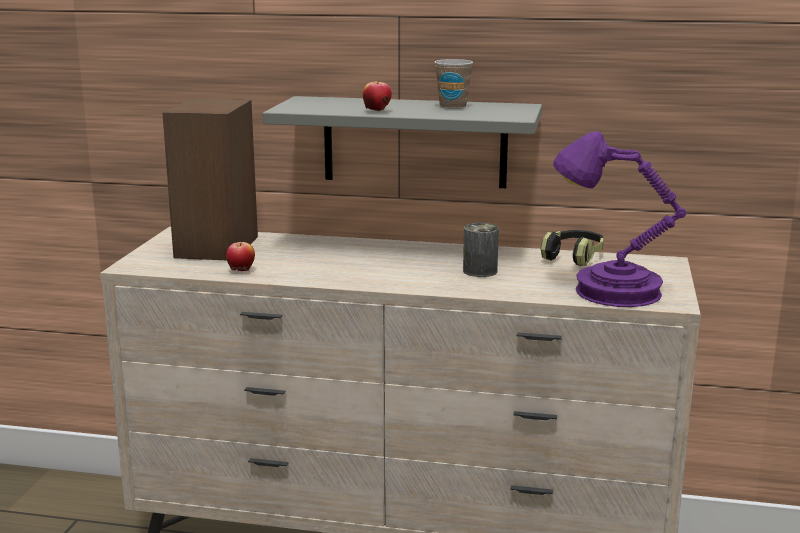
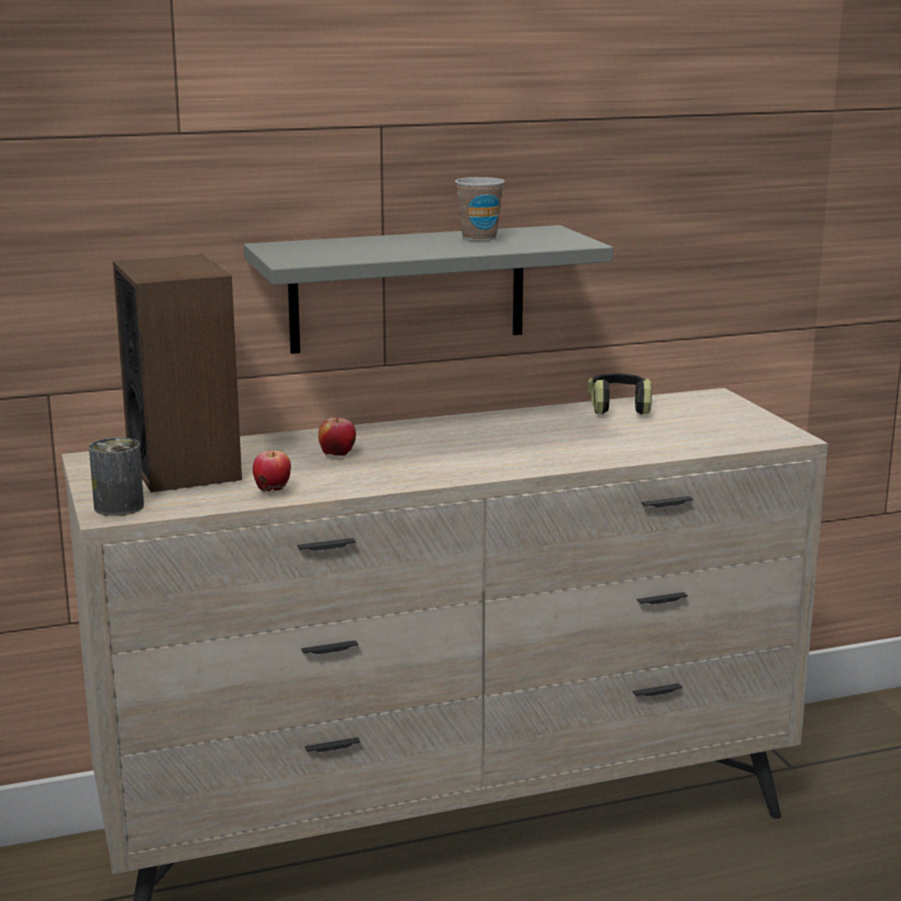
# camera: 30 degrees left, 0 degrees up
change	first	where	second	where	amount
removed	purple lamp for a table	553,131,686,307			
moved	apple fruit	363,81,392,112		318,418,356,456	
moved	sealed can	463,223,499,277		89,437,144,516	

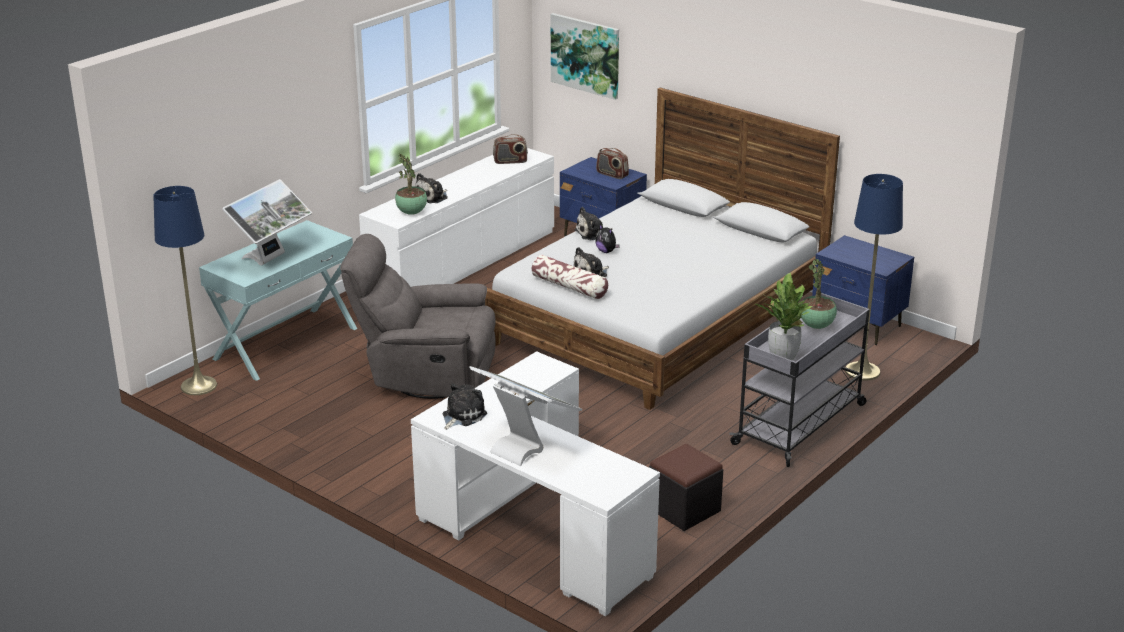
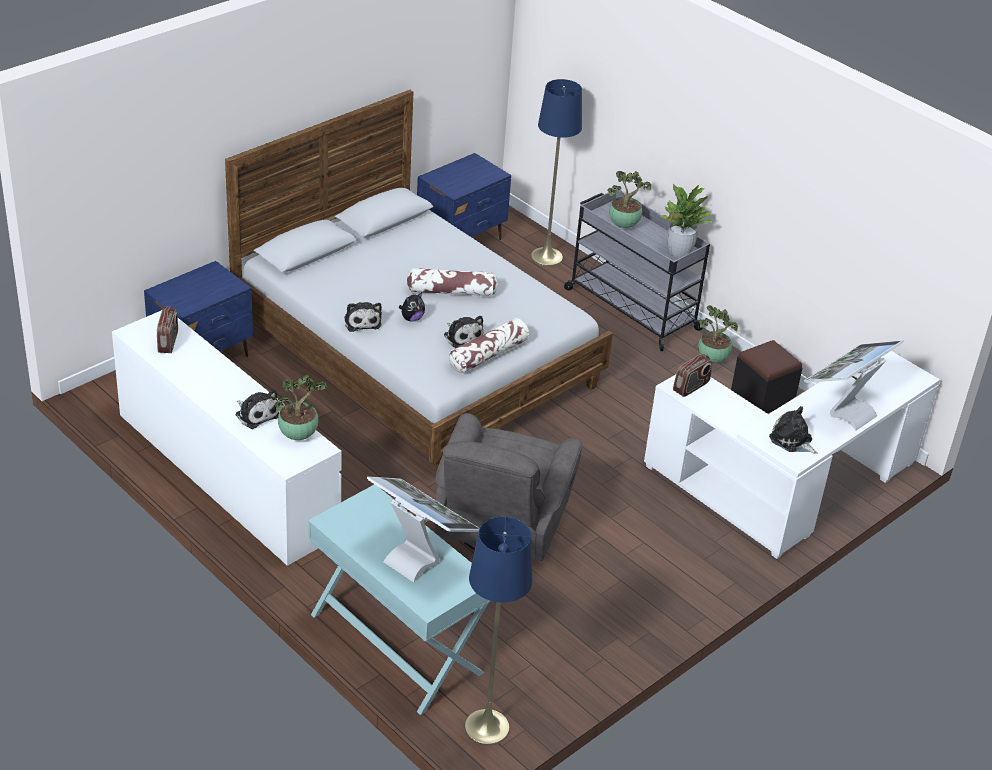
# camera: 85 degrees left, 10 degrees up
change	first	where	second	where	amount
removed	picture	551,13,619,100			
added			cushion	407,268,498,296	
added			houseplant	698,305,738,363	
moved	radio	596,148,629,179		673,354,712,397	

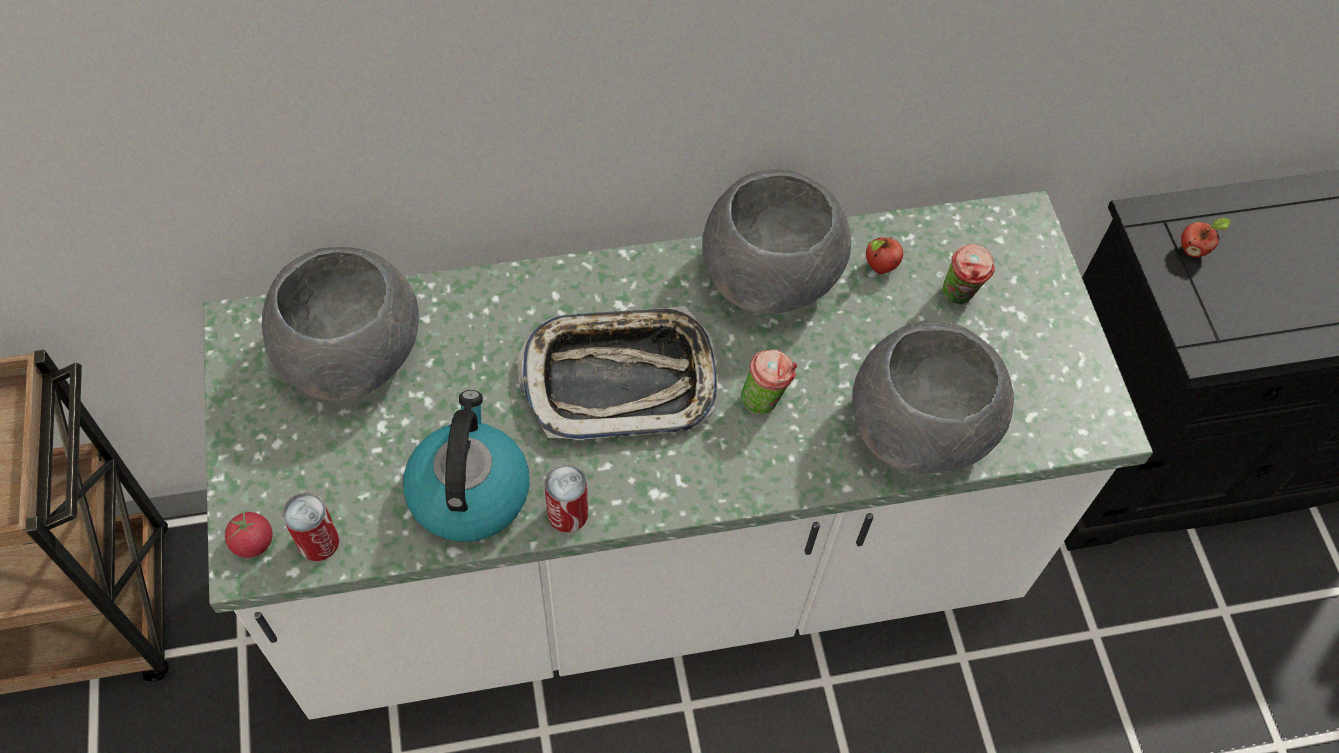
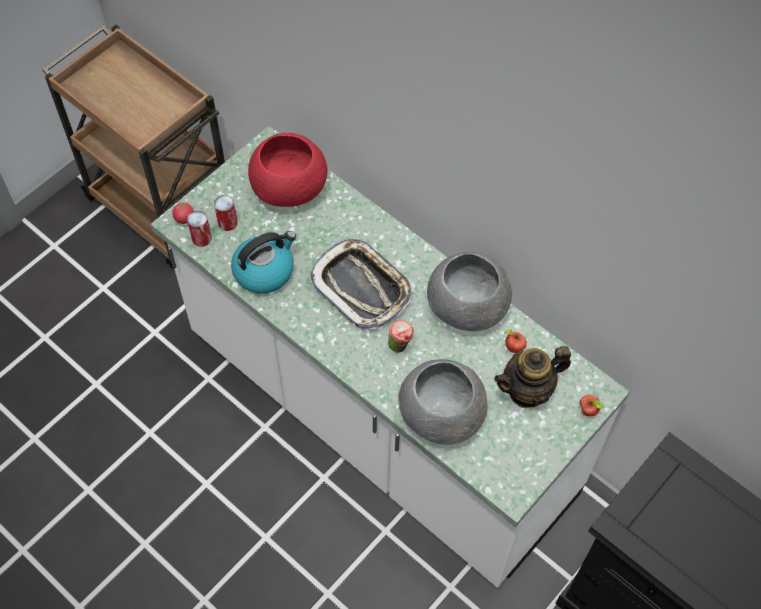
# camera: 55 degrees right, 0 degrees up
change	first	where	second	where	amount
moved	sealed can	545,464,588,533		214,195,238,231	
moved	apple fruit	1181,218,1231,258		580,395,604,416	
replaced	small cup	943,244,995,304	tea pot	494,346,571,408	
recoloured	greyish bowl	262,247,419,401	red bowl	248,133,327,207	

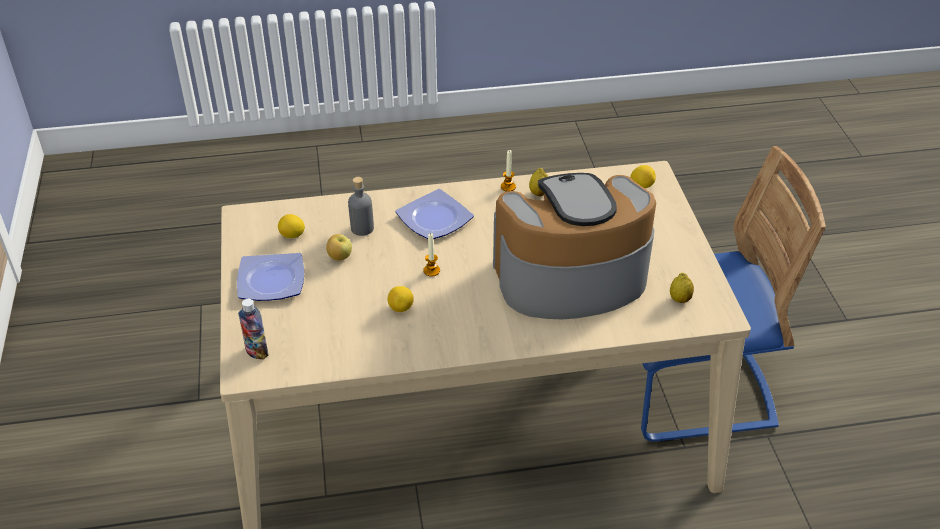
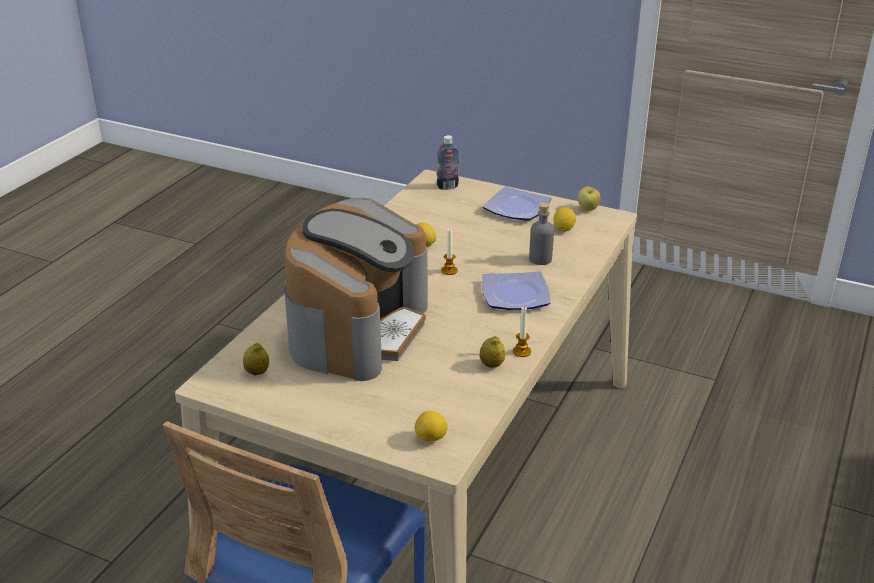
# camera: 125 degrees right, 10 degrees down
change	first	where	second	where	amount
moved	apple fruit	326,234,352,261		578,186,601,211	

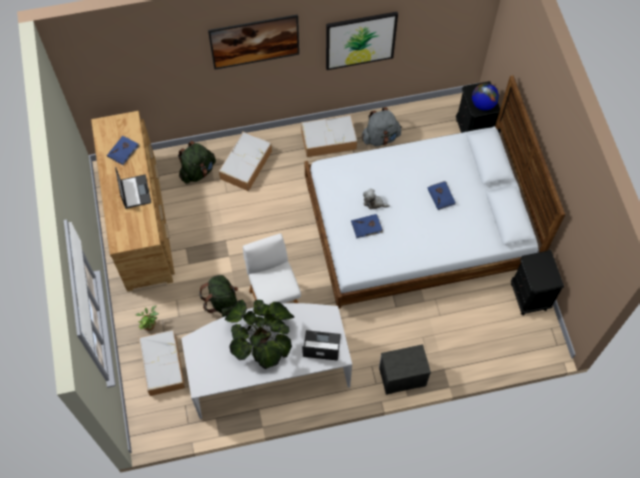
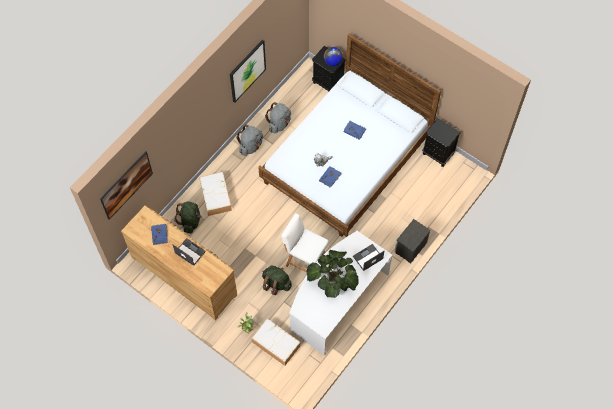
# camera: 40 degrees left, 0 degrees up
change	first	where	second	where	amount
moved	picture	208,14,299,70		100,151,153,220	
replaced	storage bin	301,115,357,157	greyish knapsack	237,125,263,156	

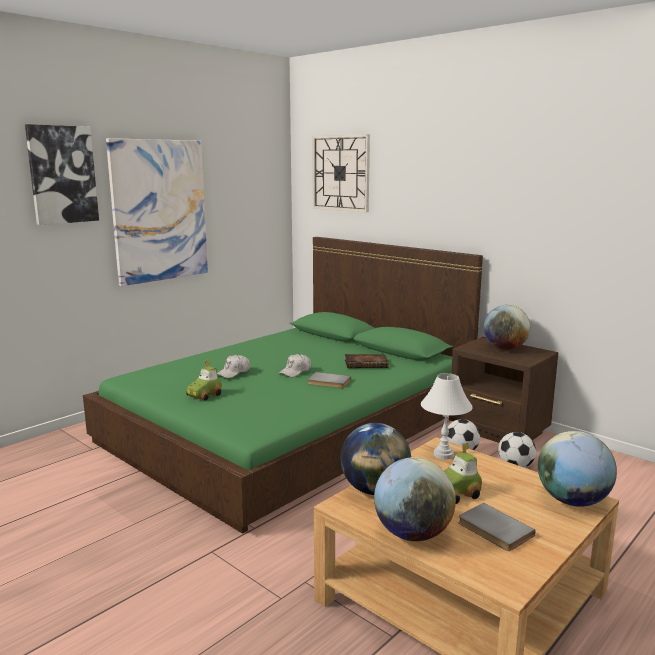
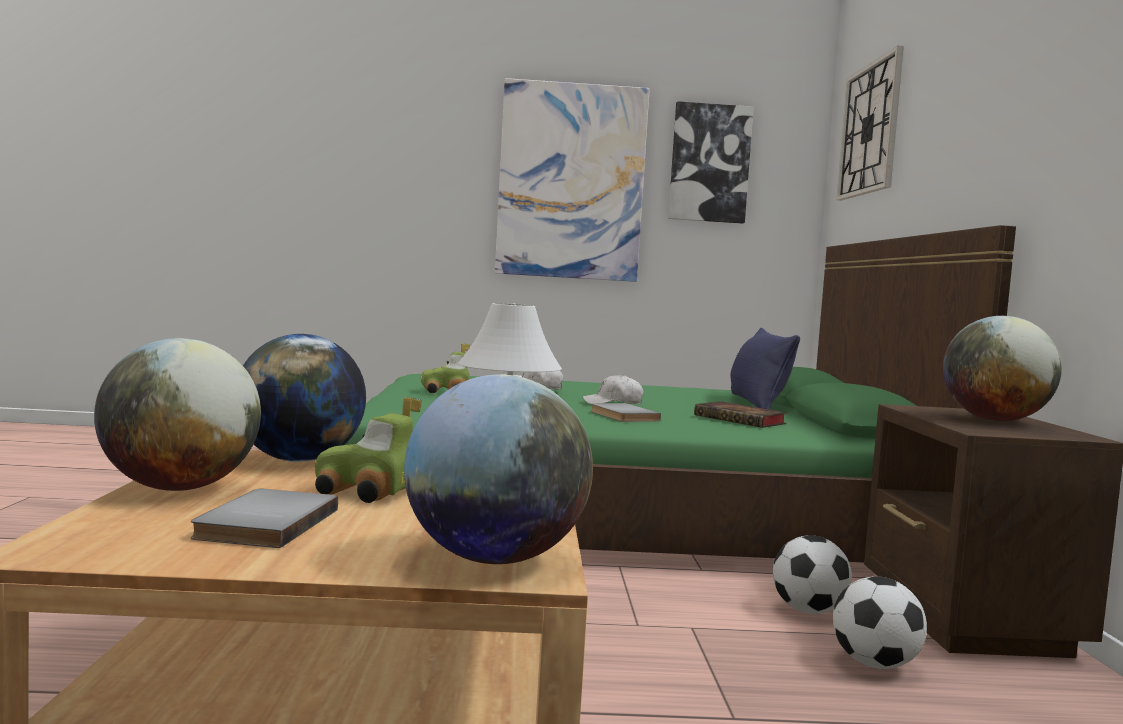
# camera: 45 degrees right, 10 degrees down
change	first	where	second	where	amount
added			blue-coloured cushion	730,328,800,409	
moved	picture	25,124,99,225		668,101,754,223	

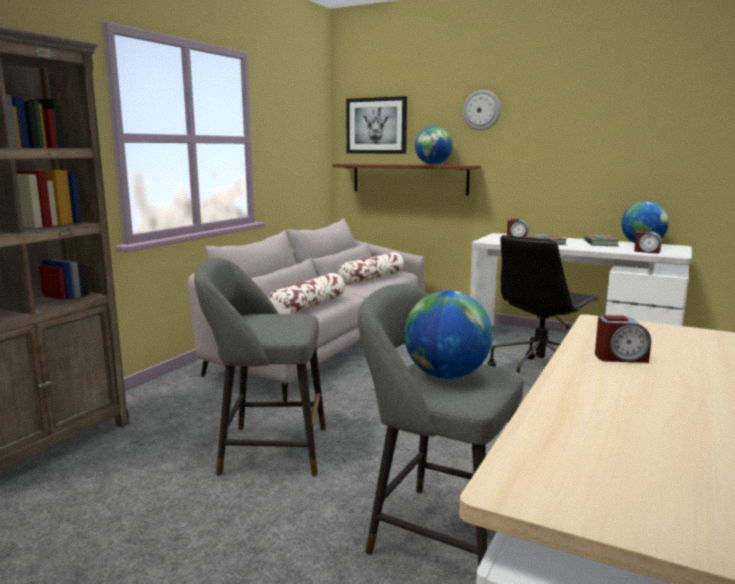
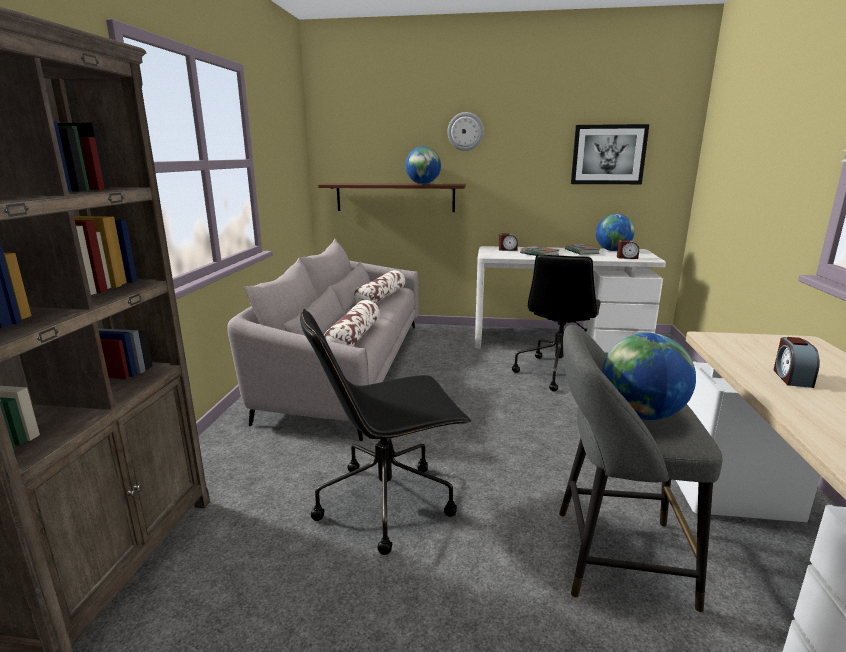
# camera: 20 degrees left, 5 degrees up
change	first	where	second	where	amount
moved	picture	346,96,407,154		571,124,649,184	
replaced	greyish sitting stool	194,258,326,477	black-coloured office chair	300,309,471,555	
turned	bedside clock	595,315,651,363		773,337,820,388	120 degrees clockwise

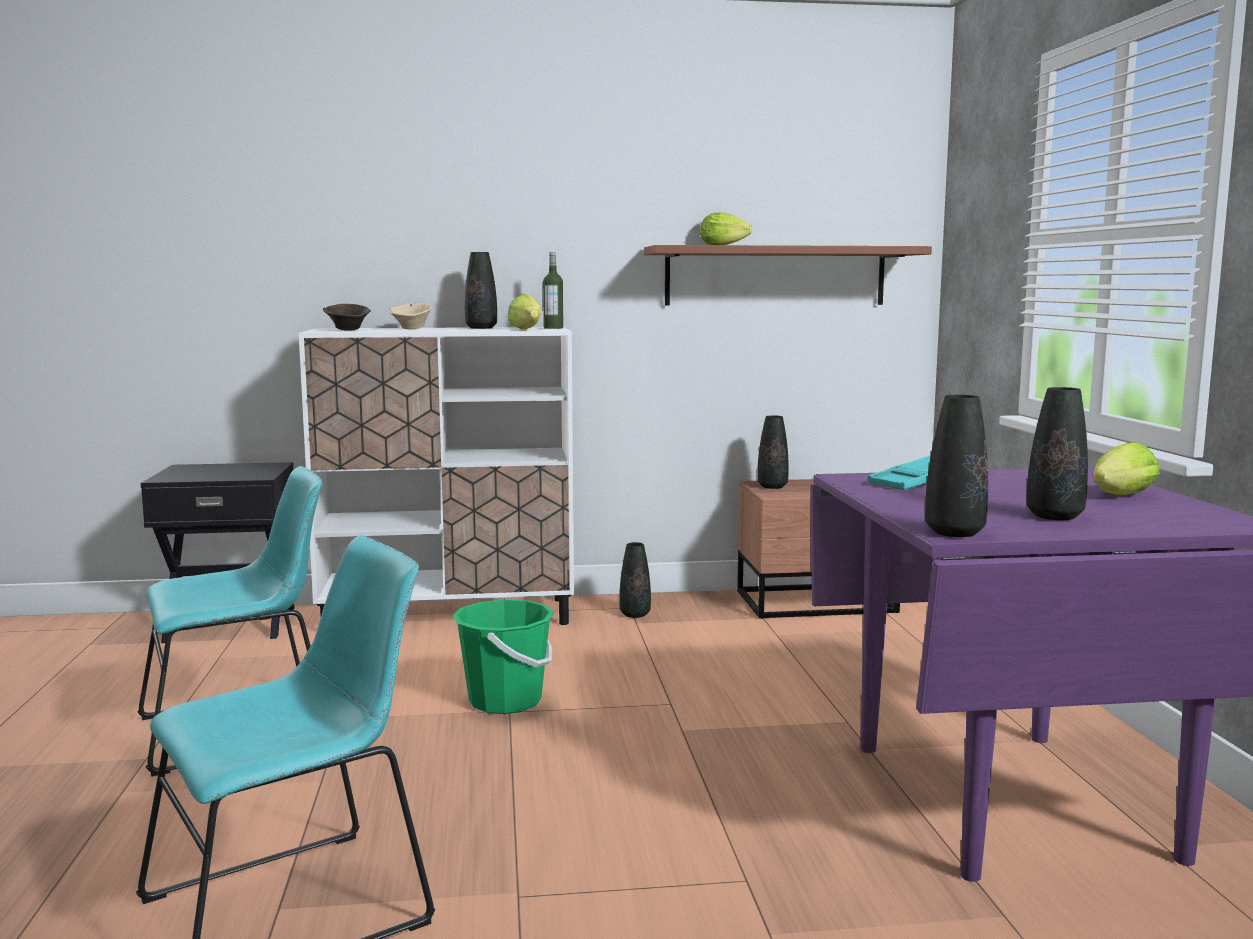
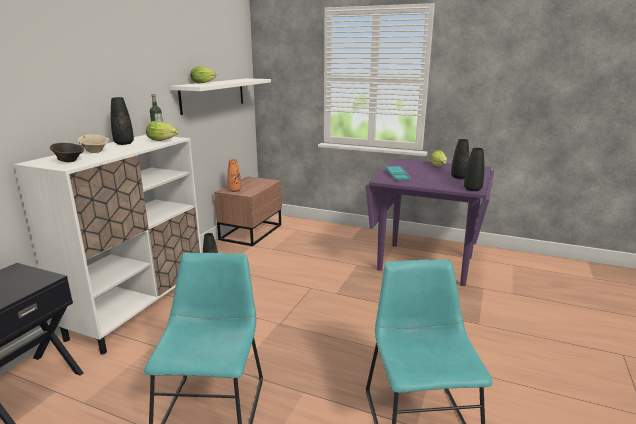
# camera: 60 degrees left, 10 degrees up
change	first	where	second	where	amount
removed	green bucket	453,599,554,714			
recoloured	brownish bracket shelf	644,245,932,305	whitish bracket shelf	170,78,271,115	
recoloured	black-coloured flower vase	757,415,789,489	orange-coloured flower vase	227,159,241,192	

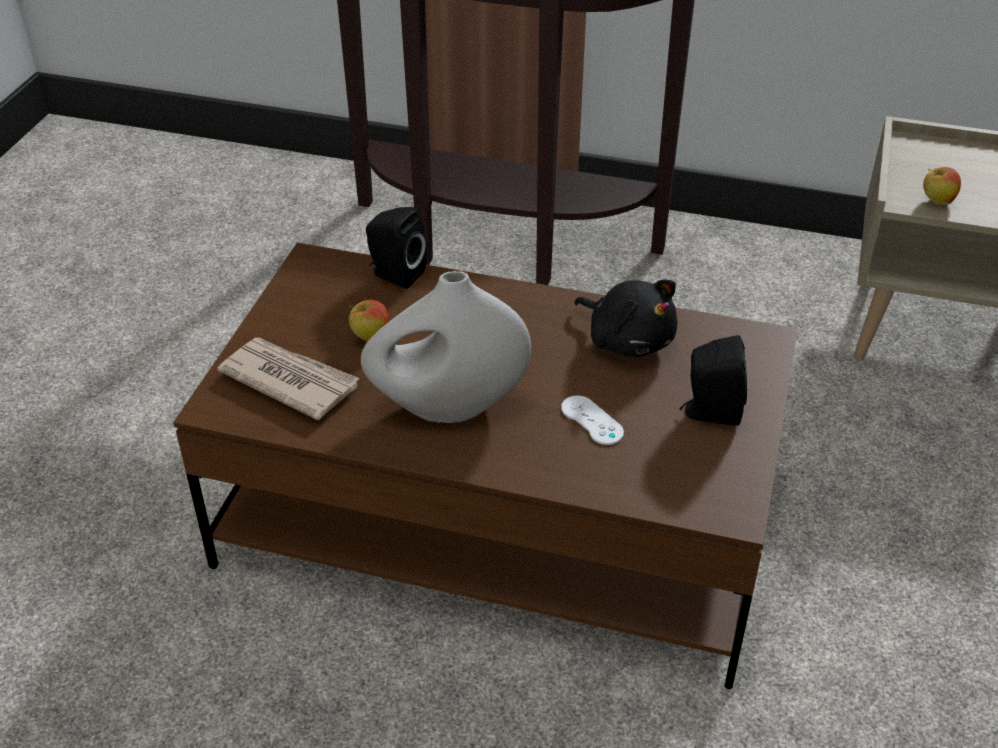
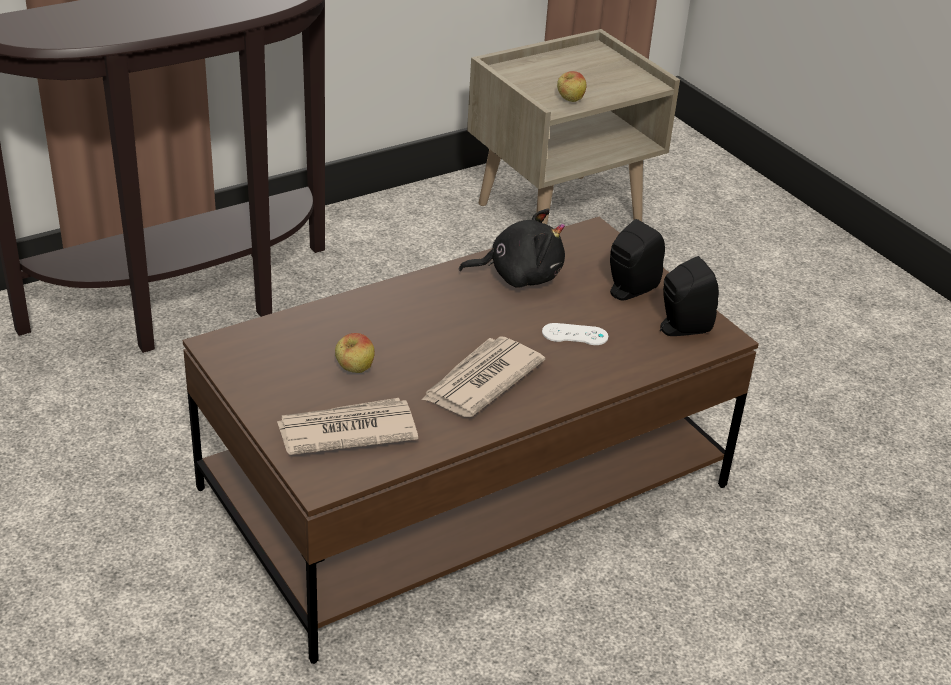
# camera: 50 degrees left, 5 degrees down
change	first	where	second	where	amount
moved	black-coloured audio speaker	366,207,427,289		660,256,719,336	
replaced	whitish flower vase	361,271,531,423	daily paper	421,336,545,417	

